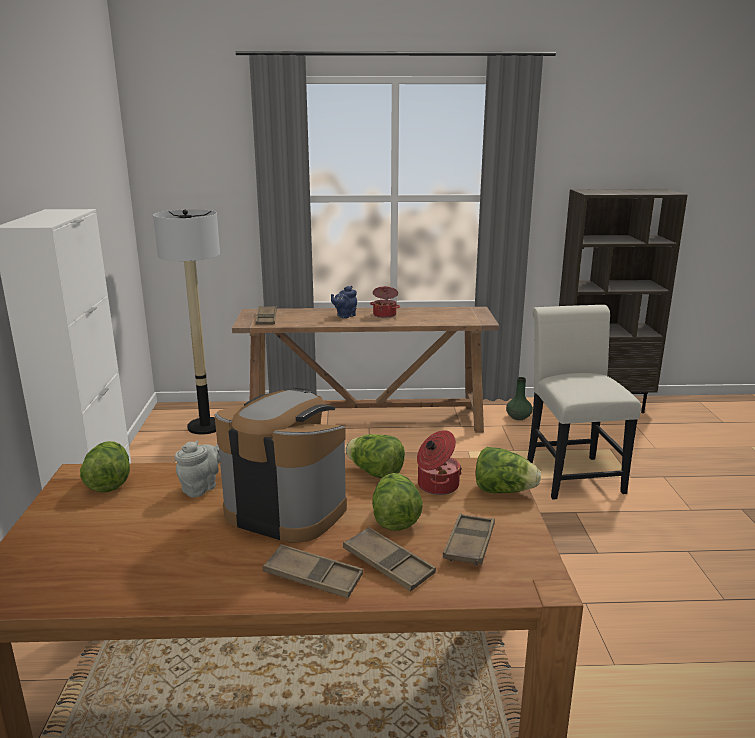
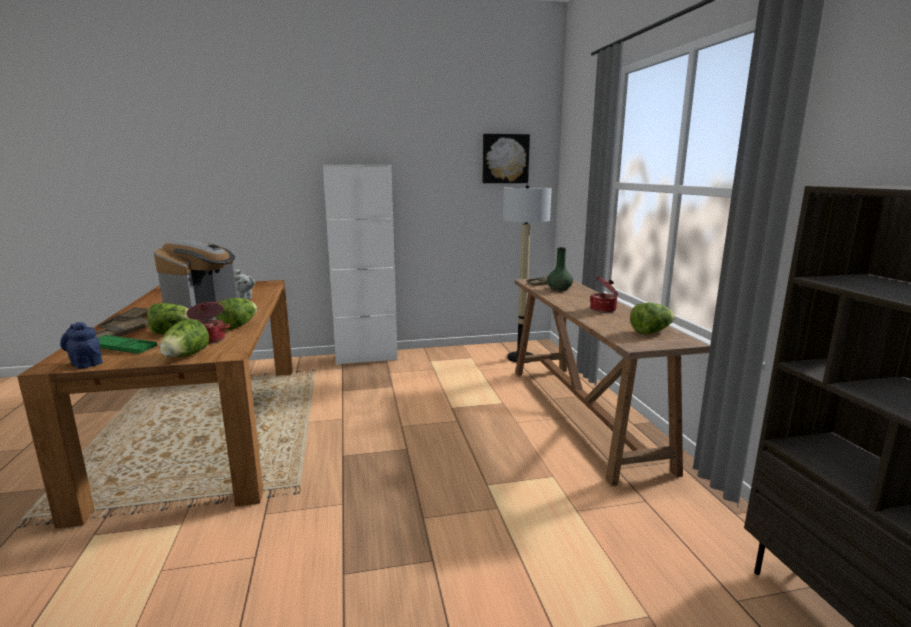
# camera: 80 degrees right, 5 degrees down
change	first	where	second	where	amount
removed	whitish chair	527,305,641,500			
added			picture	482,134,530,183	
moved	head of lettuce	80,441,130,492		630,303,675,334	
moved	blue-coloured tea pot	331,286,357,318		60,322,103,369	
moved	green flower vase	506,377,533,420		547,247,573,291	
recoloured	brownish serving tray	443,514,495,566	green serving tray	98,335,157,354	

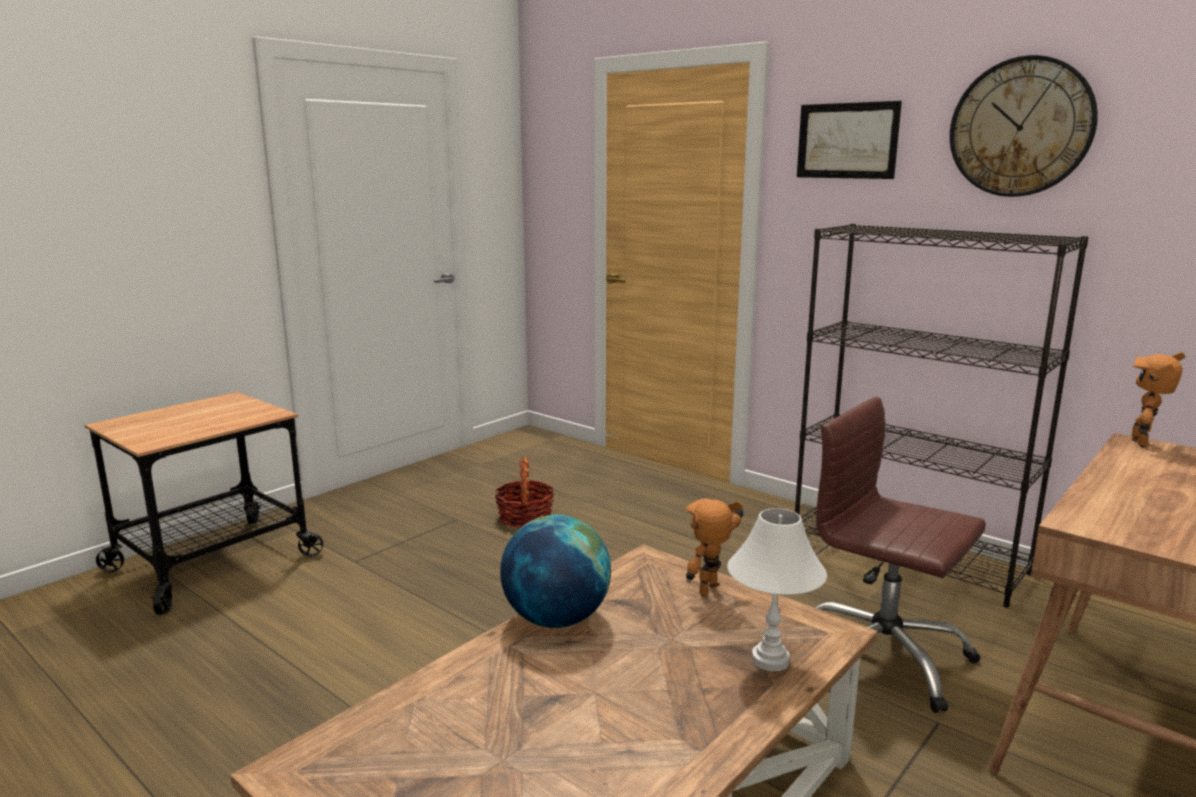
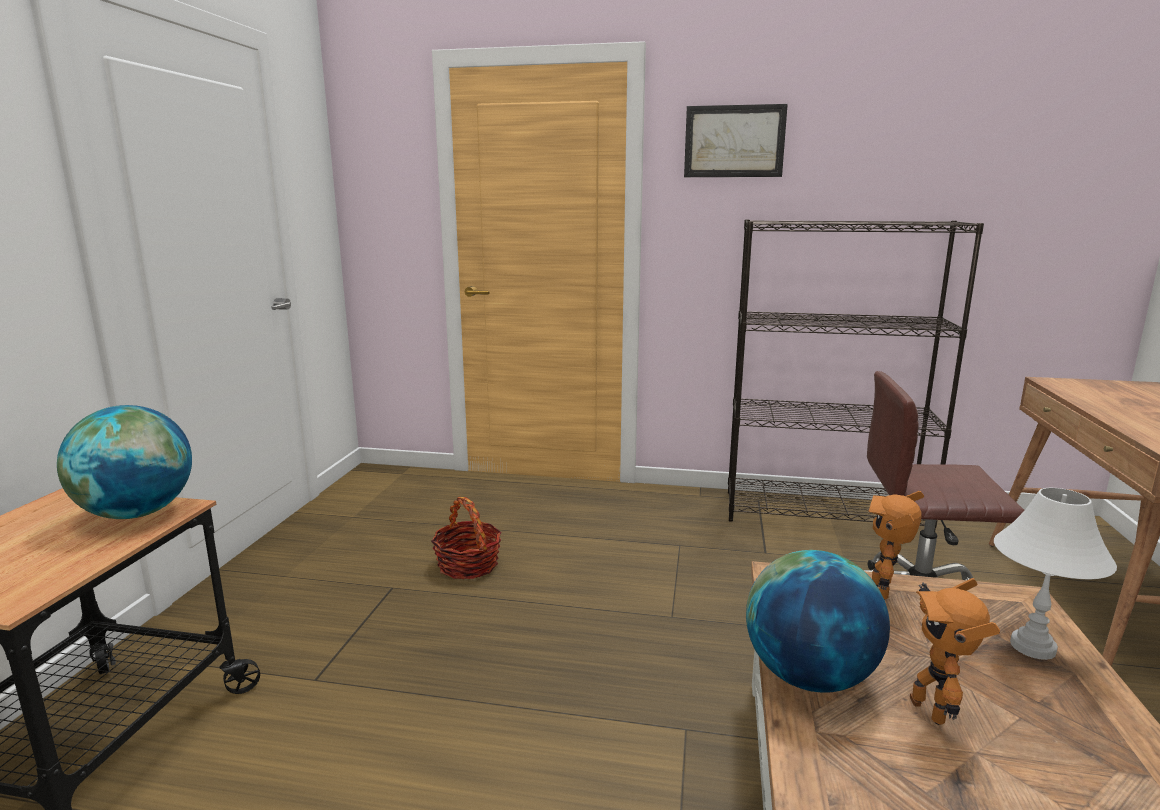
# camera: 30 degrees left, 0 degrees up
change	first	where	second	where	amount
removed	wall clock	950,55,1098,197			
added			world globe	57,405,192,519	
moved	toy robot	1132,352,1186,447		910,578,1000,725	

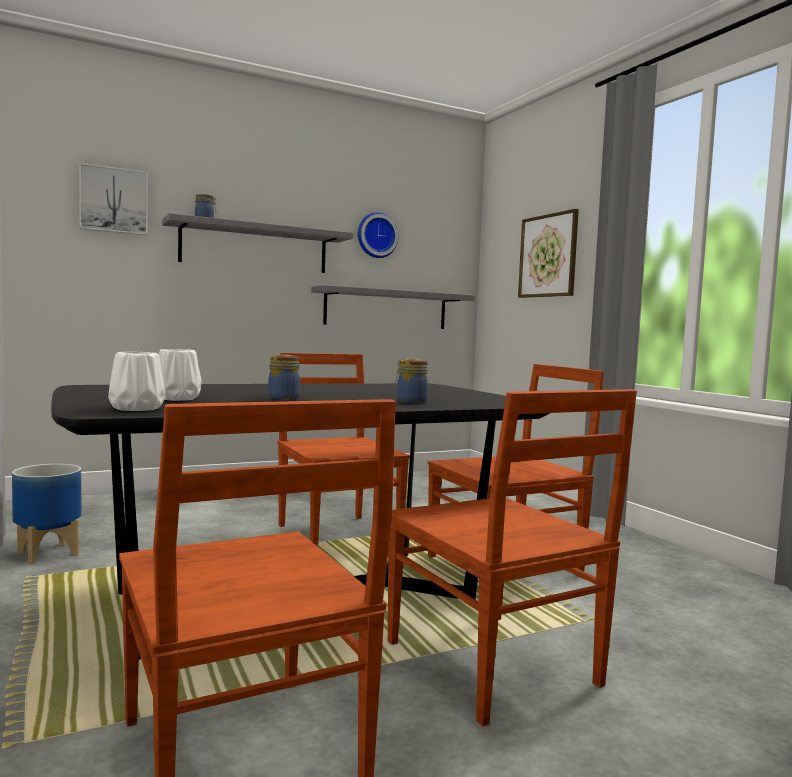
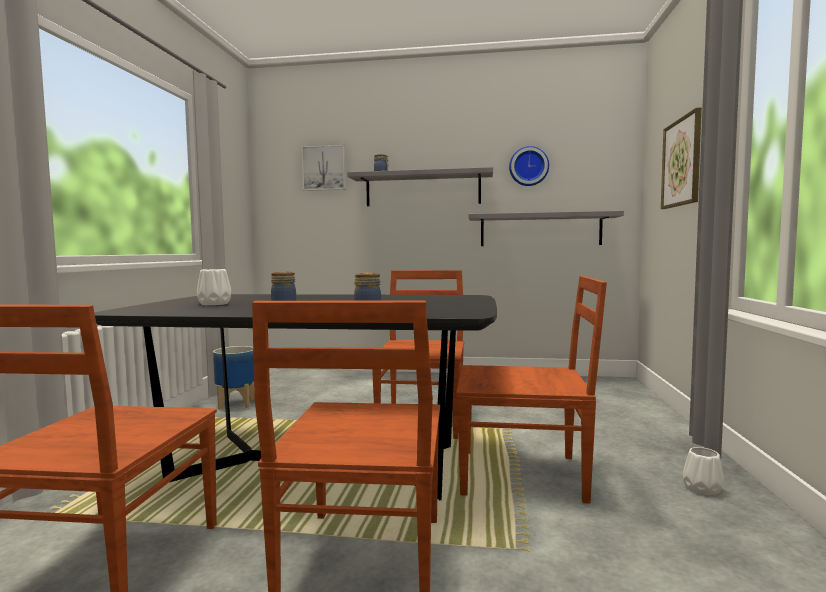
# camera: 35 degrees right, 0 degrees up
change	first	where	second	where	amount
moved	whitish flower vase	108,352,165,411		683,447,724,495	

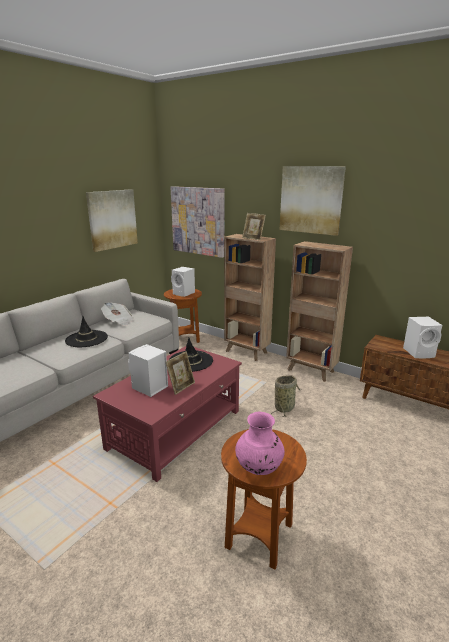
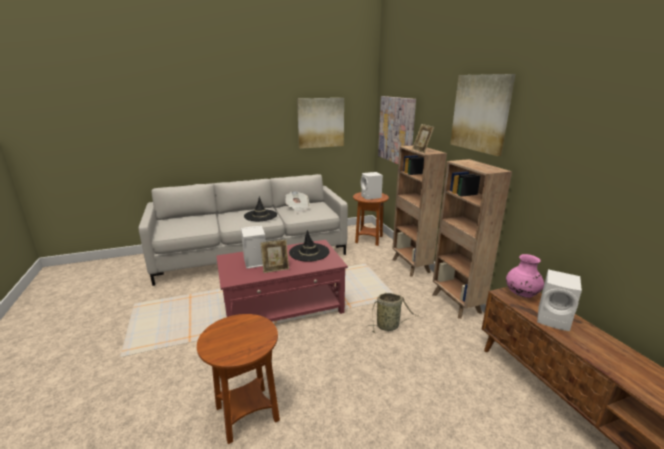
# camera: 35 degrees right, 0 degrees up
change	first	where	second	where	amount
moved	pink-coloured flower vase	235,412,285,475		506,254,544,298	

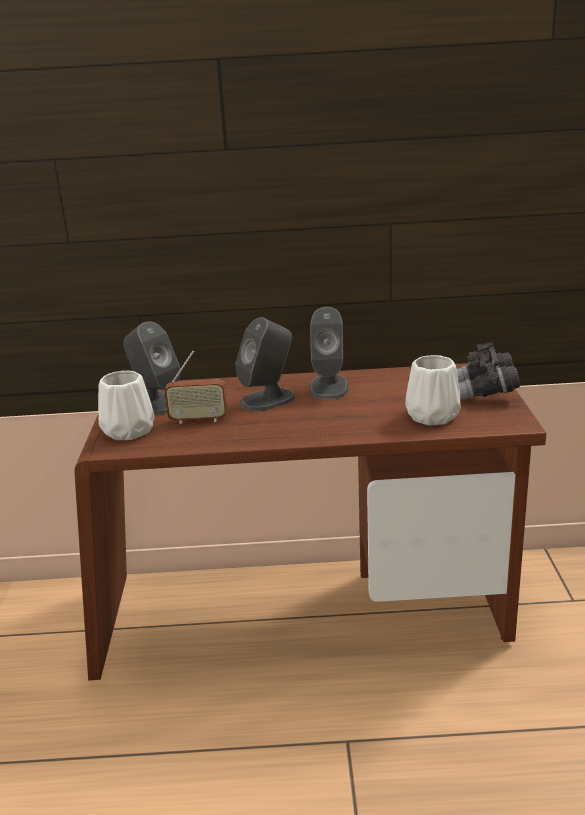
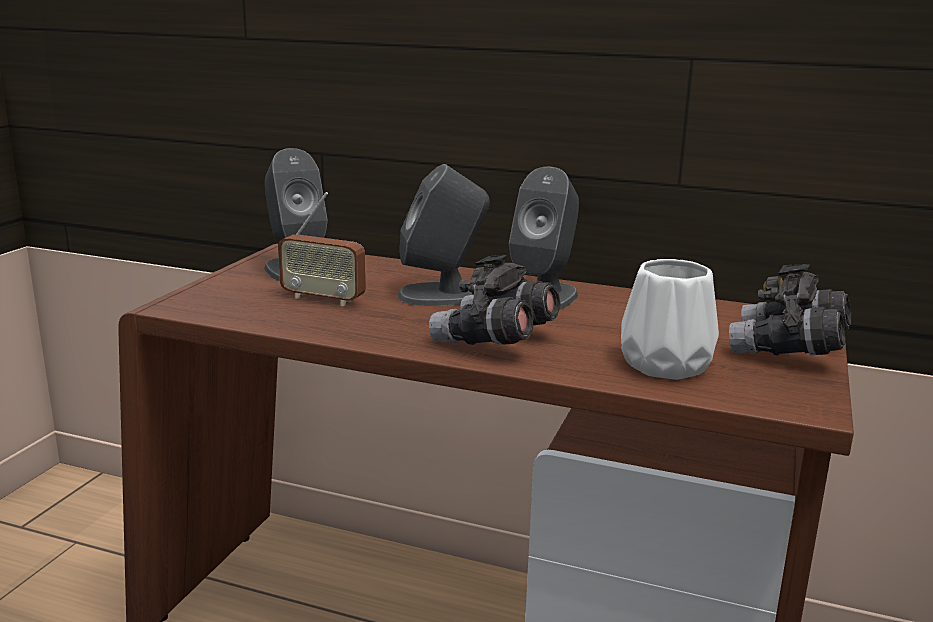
# camera: 20 degrees right, 5 degrees down
change	first	where	second	where	amount
removed	whitish flower vase	98,371,155,440			
added			greyish binoculars	429,255,561,345	

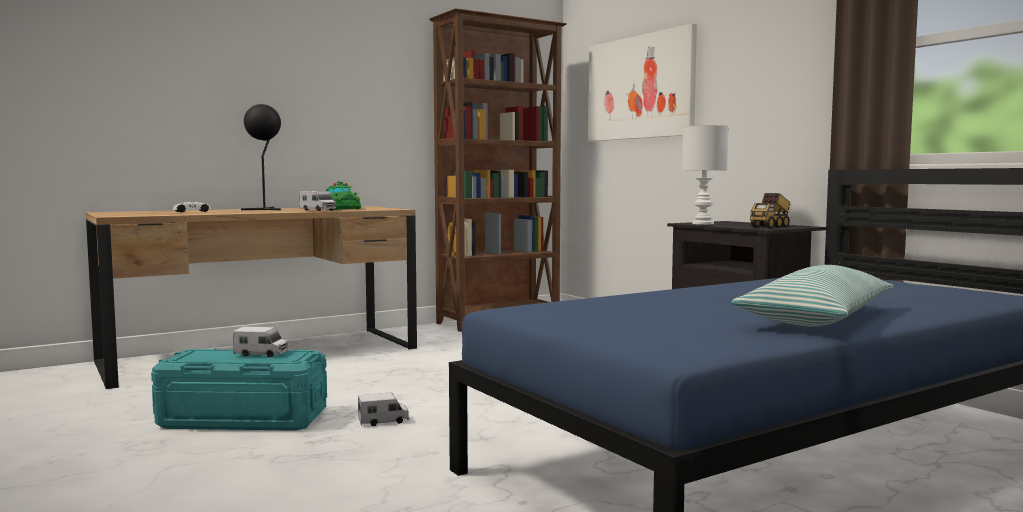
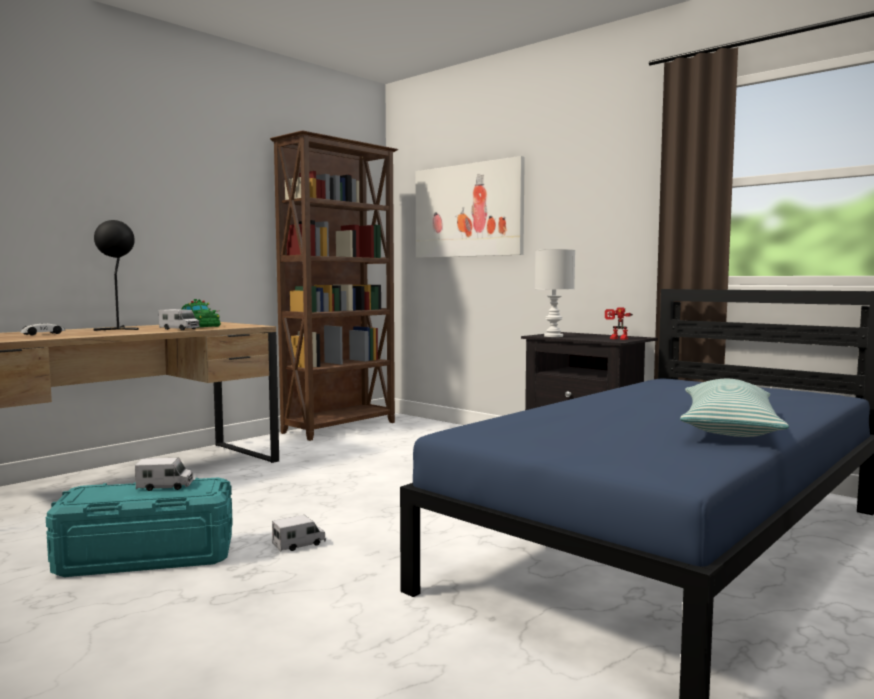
# camera: 15 degrees left, 0 degrees up
change	first	where	second	where	amount
replaced	toy truck	750,193,790,228	toy robot	605,307,633,340	

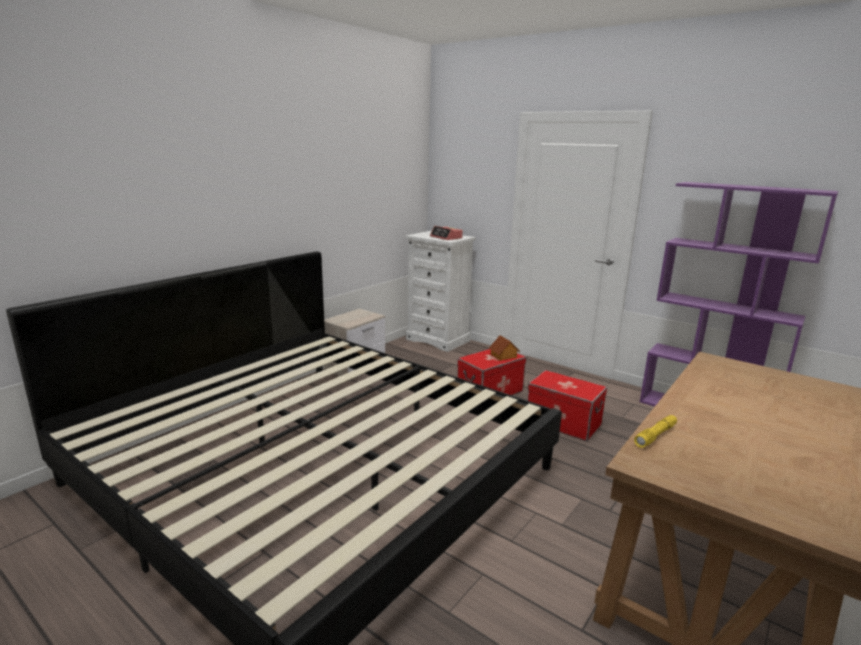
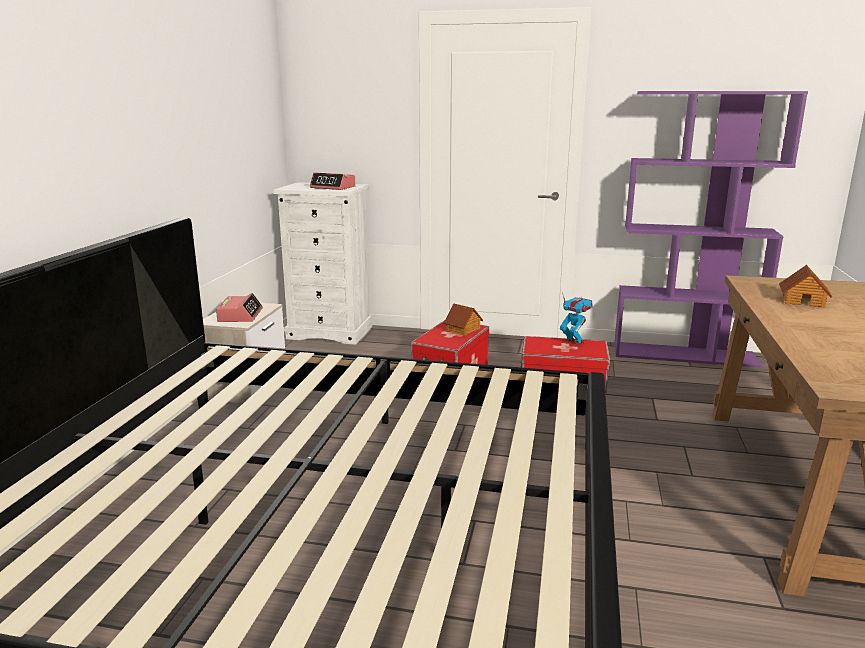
# camera: 25 degrees left, 0 degrees up
change	first	where	second	where	amount
removed	yellowish hand torch	634,415,677,448			
added			bedside clock	216,293,263,322	
added			toy robot	560,292,593,346	
added			toy house	779,265,833,308	

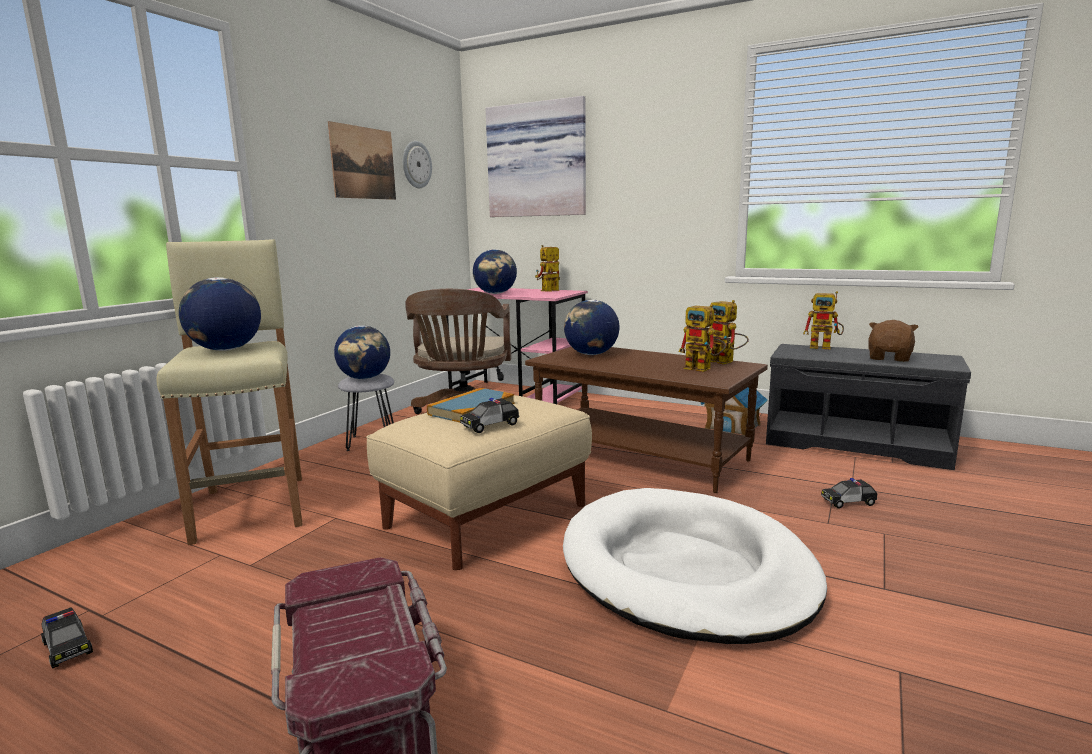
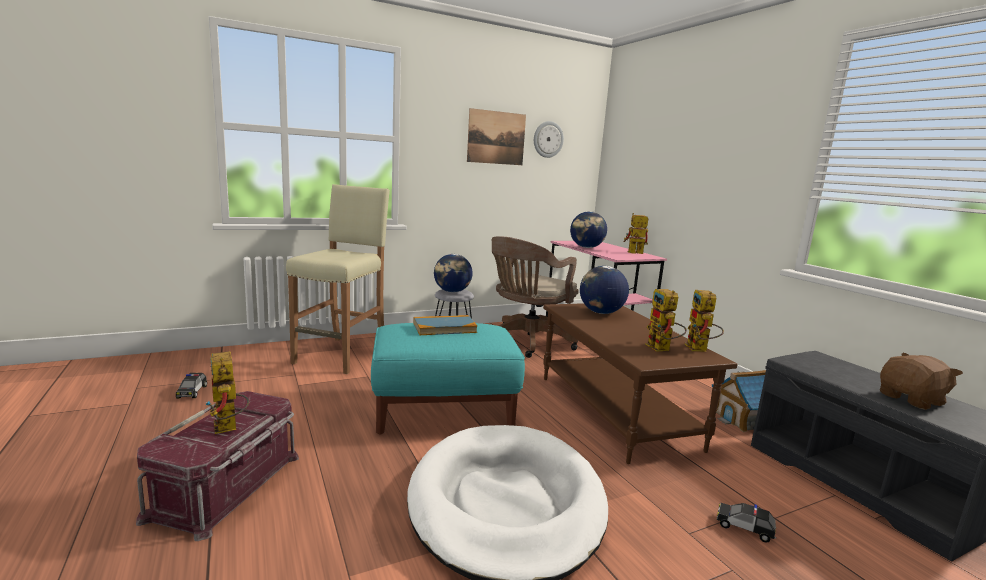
# camera: 35 degrees right, 0 degrees up
change	first	where	second	where	amount
removed	world globe	179,277,261,351			
removed	model car	460,398,519,433			
removed	picture	486,96,586,217			
moved	toy robot	803,291,844,349		206,351,249,434	
recoloured	beige pouffe	366,395,592,570	turquoise-coloured pouffe	371,323,525,434	

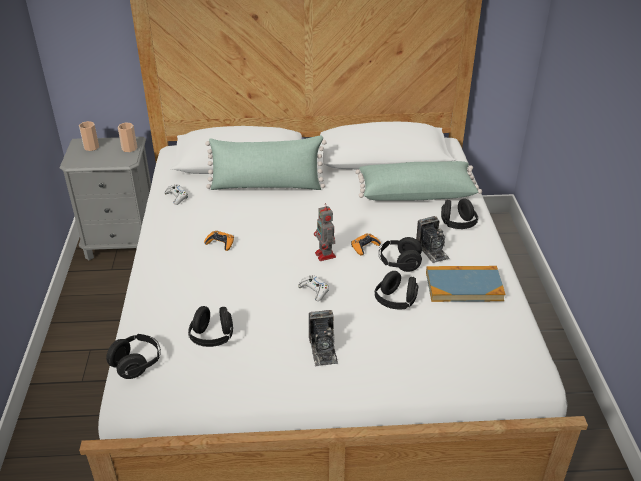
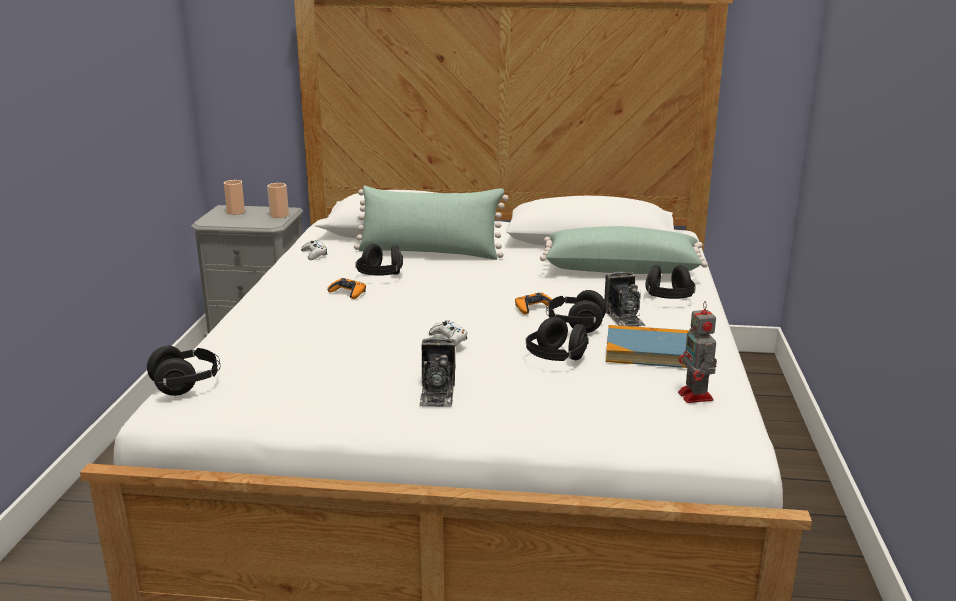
# camera: 10 degrees right, 15 degrees down
change	first	where	second	where	amount
moved	black-coloured headset	188,306,233,347		355,244,403,276	
moved	toy robot	314,203,336,261		678,301,717,403	

